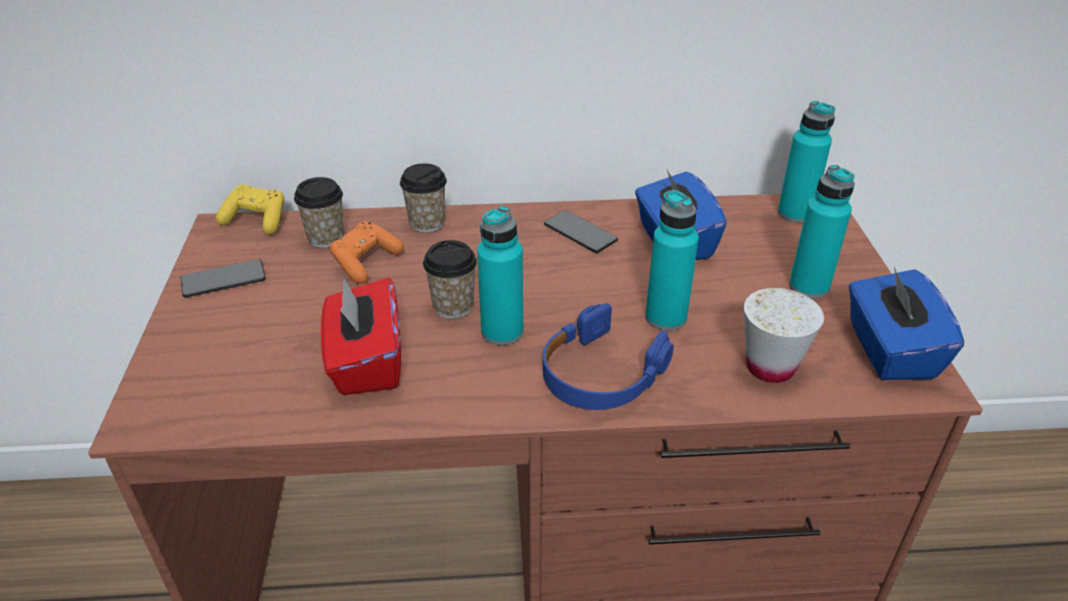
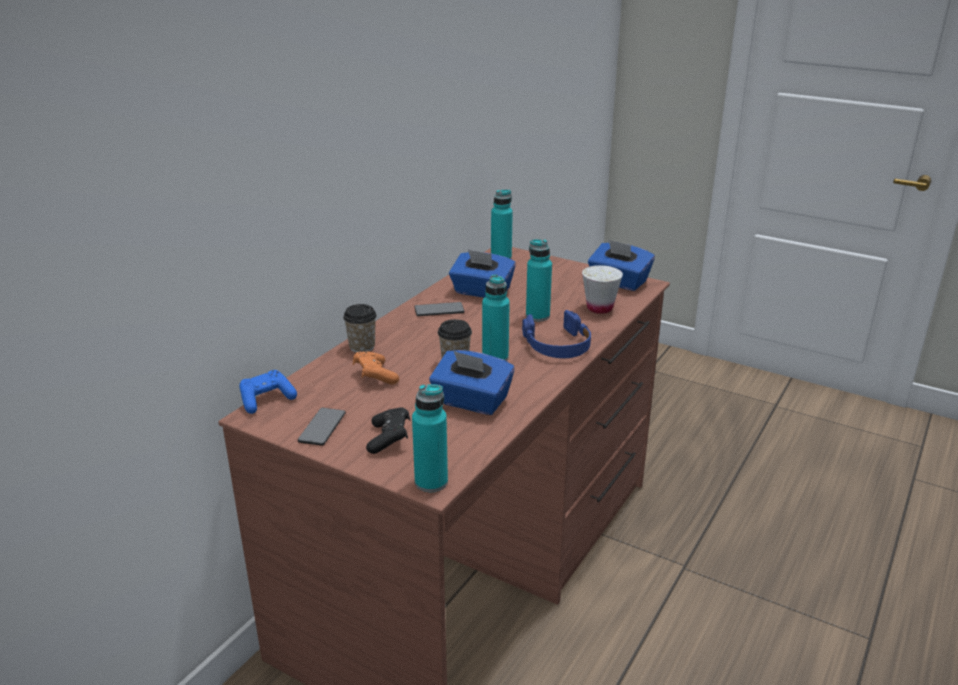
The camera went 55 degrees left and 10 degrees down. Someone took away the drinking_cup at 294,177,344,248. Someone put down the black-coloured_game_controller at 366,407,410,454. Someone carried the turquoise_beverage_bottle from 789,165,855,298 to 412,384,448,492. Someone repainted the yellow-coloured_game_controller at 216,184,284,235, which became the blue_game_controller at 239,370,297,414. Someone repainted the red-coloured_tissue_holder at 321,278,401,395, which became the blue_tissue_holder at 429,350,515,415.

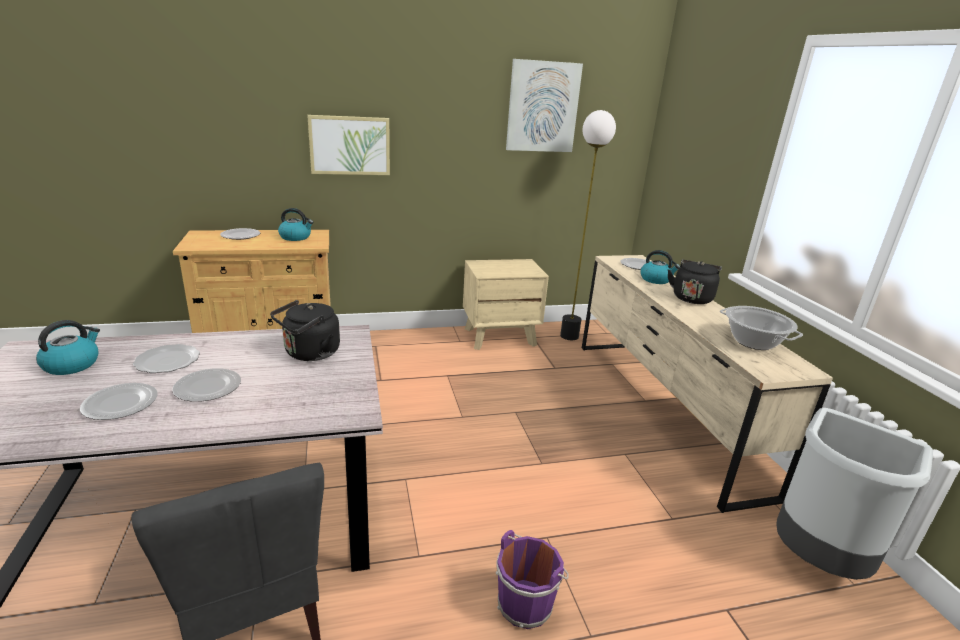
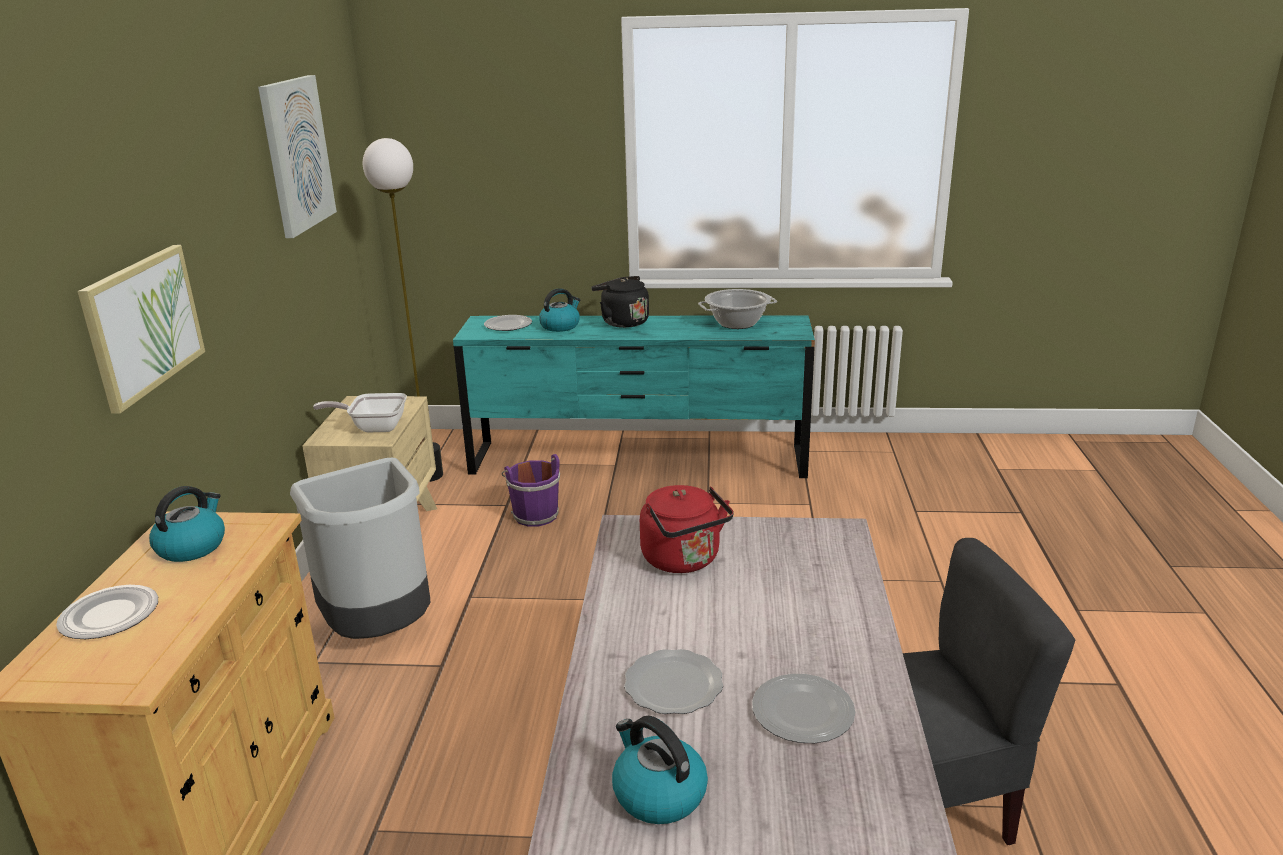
The camera went 70 degrees left and 0 degrees up. Someone took away the plate at 172,368,241,402. Someone put down the pan at 313,393,407,432. Someone carried the purple_water_bucket from 496,530,569,629 to 501,454,560,527. Someone carried the greyish_rubbish_bin from 776,408,933,580 to 290,458,430,639. Someone repainted the black-coloured_tea_kettle at 270,300,340,361, which became the red-coloured_tea_kettle at 640,485,734,573. Someone repainted the sand-coloured_dresser at 582,255,833,513, which became the turquoise_dresser at 453,315,815,478.

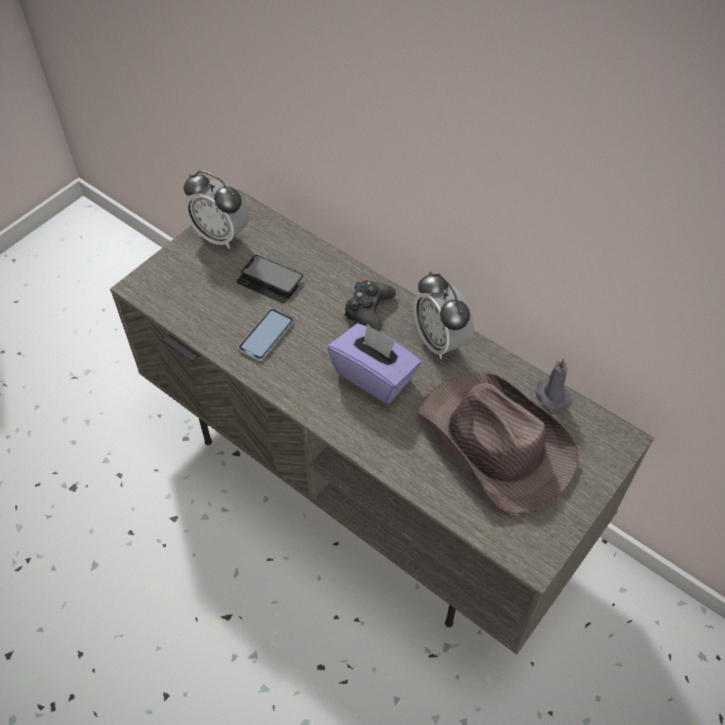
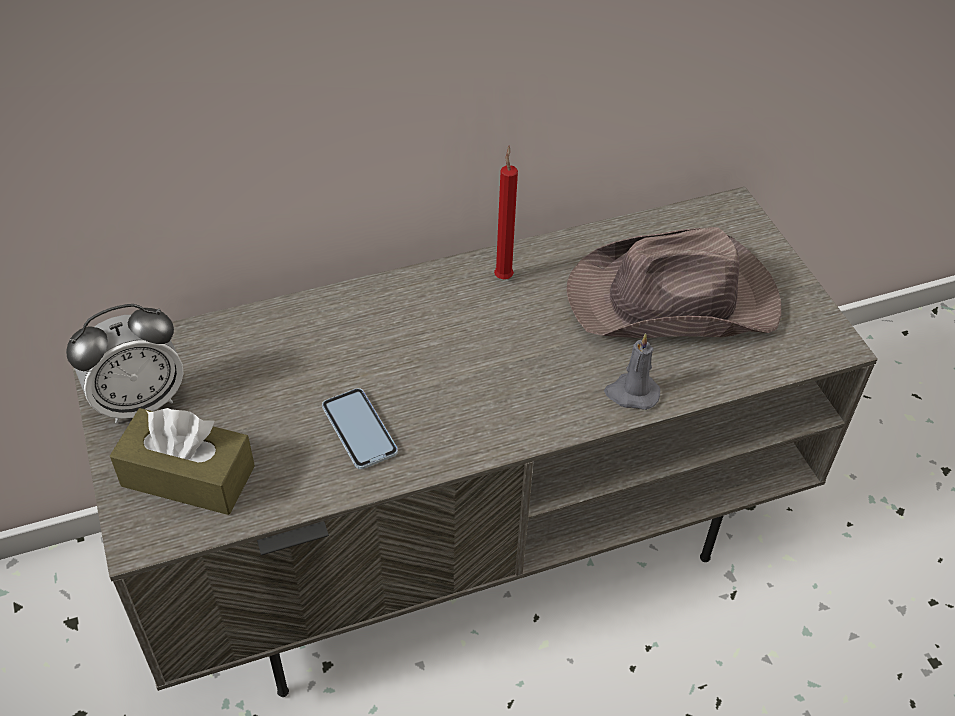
The camera went 60 degrees left and 5 degrees down. Someone took away the handset at 237,255,303,303. Someone took away the purple_tissue_holder at 328,323,421,404. Someone took away the black-coloured_game_controller at 344,280,396,331. Someone put down the brownish_tissue_holder at 110,408,255,515. Someone carried the greyish_candle from 535,358,571,410 to 604,333,660,410. Someone swapped the table_clock at 413,272,474,359 for the red-coloured_candle at 494,146,518,279.

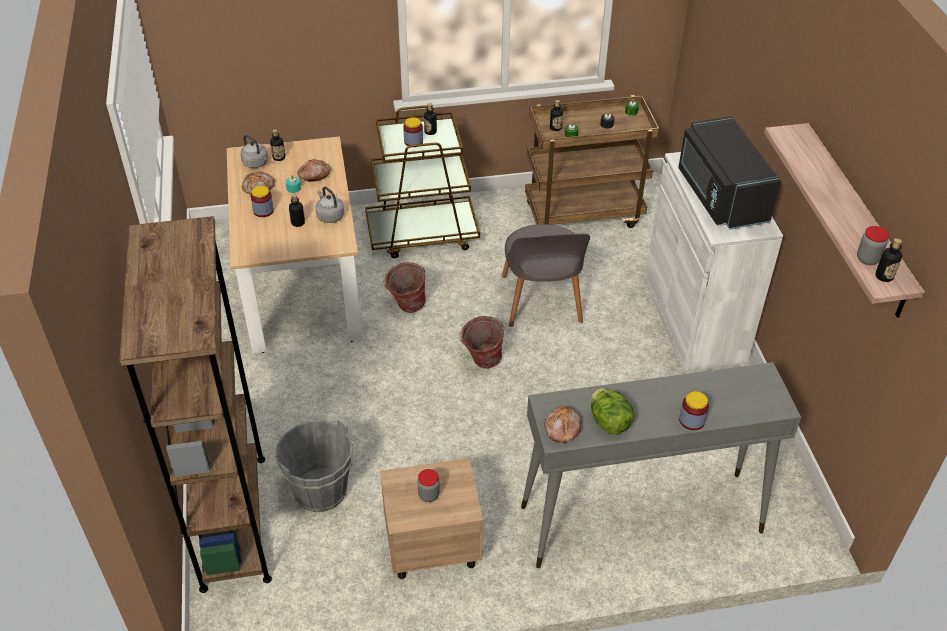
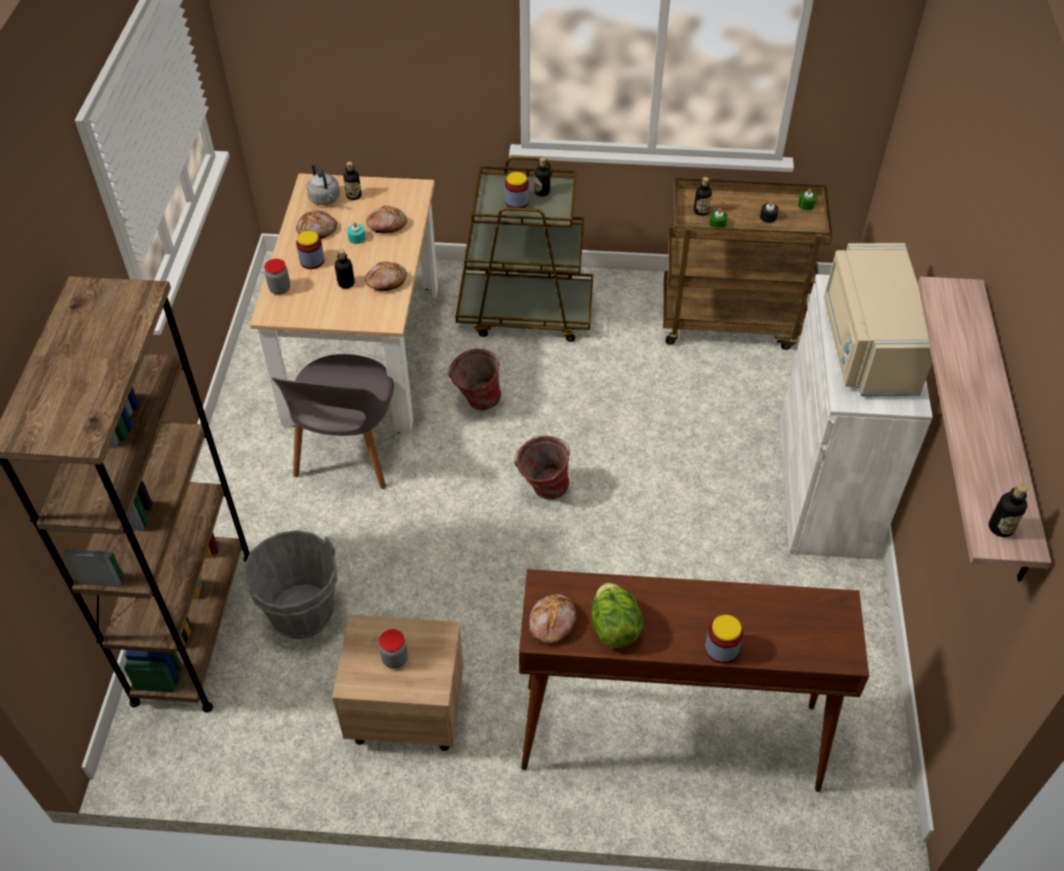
The camera went 15 degrees right and 5 degrees up. Someone carried the greyish_chair from 502,224,590,327 to 272,354,394,489. Someone carried the jar from 857,226,889,265 to 264,259,290,295. Someone swapped the greyish_tea_kettle at 315,187,344,223 for the baked_bread at 365,261,407,291. Someone repainted the greyish_console_table at 521,362,801,568, which became the brownish_console_table at 519,569,869,792. Someone repainted the black-coloured_kitchen_microwave at 678,116,781,230, which became the sand-coloured_kitchen_microwave at 824,243,933,396.

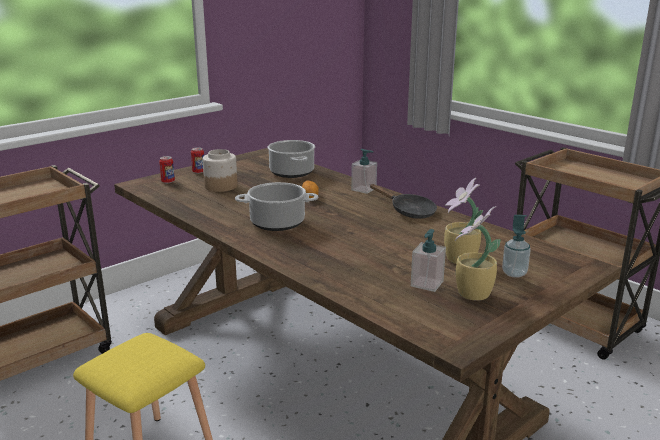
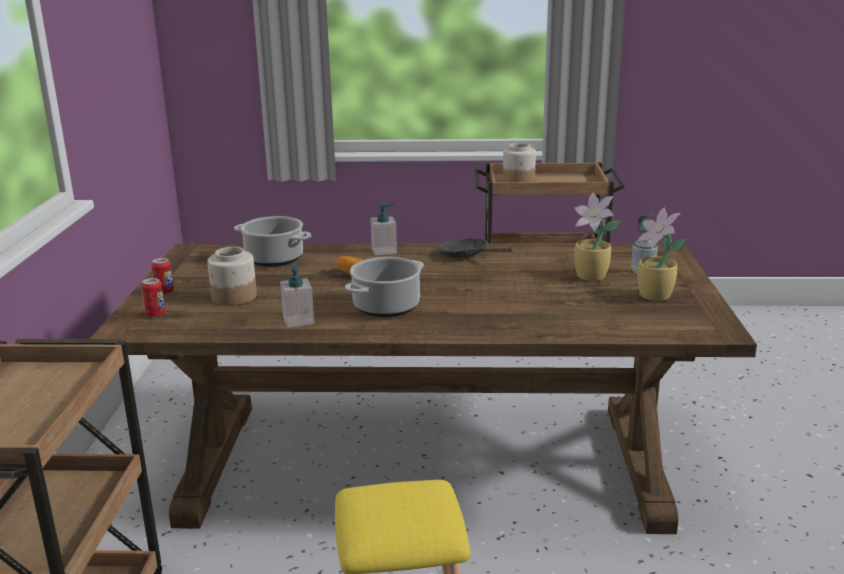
The camera went 45 degrees left and 0 degrees up. Someone put down the jar at 503,143,536,182. Someone carried the soap_dispenser from 411,229,446,292 to 280,263,314,328. Someone rotated the black-coloured_pan at 370,184,437,219 by 135 degrees counterclockwise.

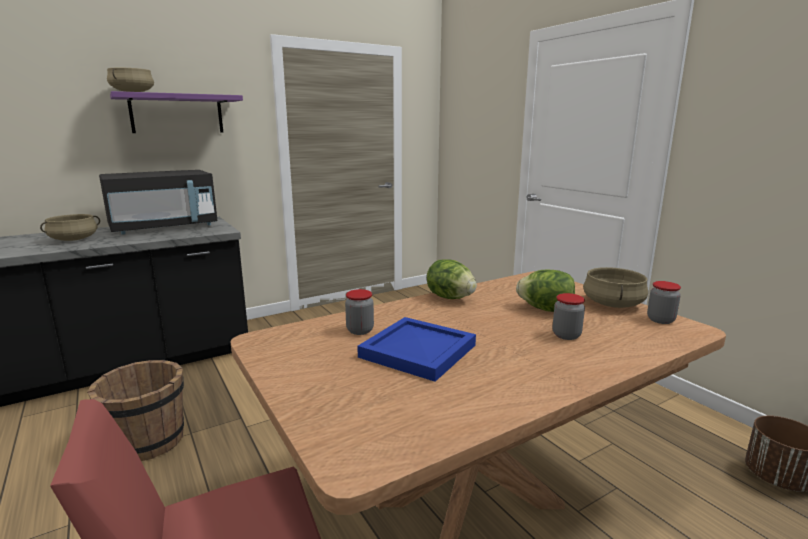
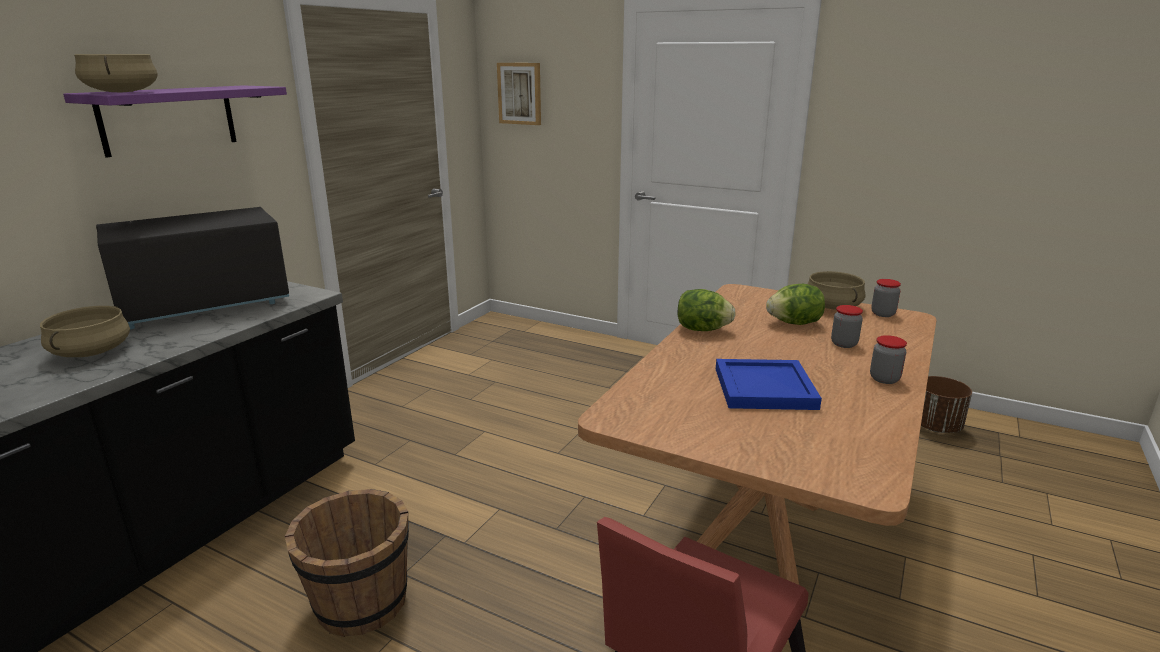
The camera went 30 degrees left and 5 degrees up. Someone put up the wall_picture at 497,63,541,125. Someone carried the jar from 345,289,374,335 to 870,335,907,384. Someone rotated the black-coloured_kitchen_microwave at 99,170,218,235 by 150 degrees counterclockwise.

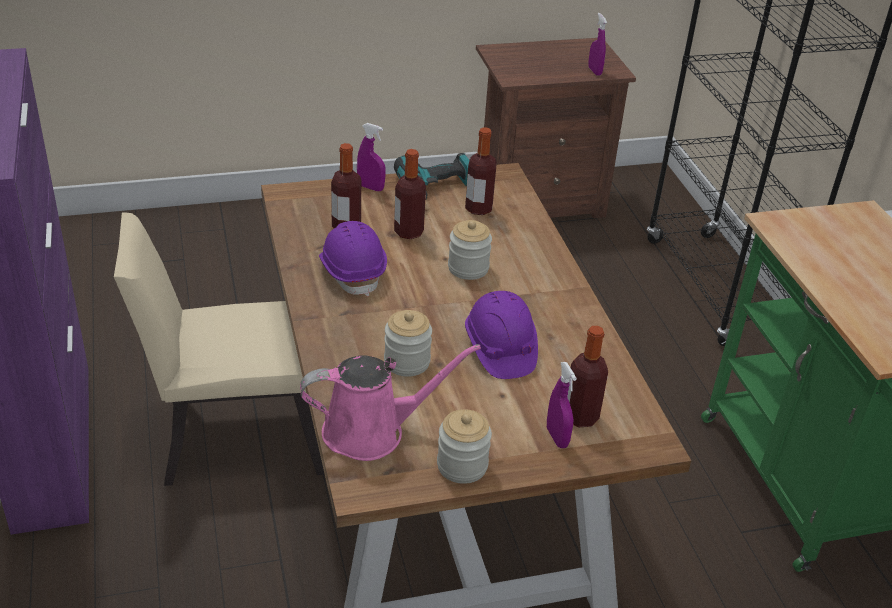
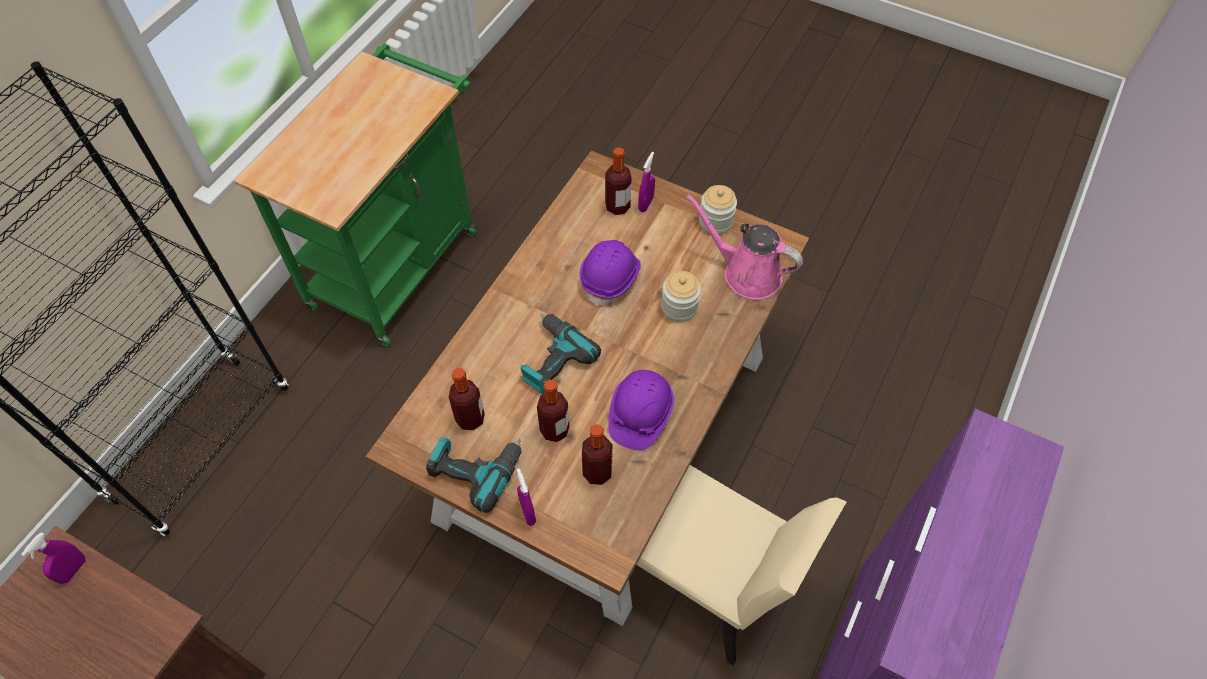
The camera went 135 degrees left and 20 degrees up. Someone swapped the jar at 448,220,492,280 for the electric_drill at 521,314,601,394.

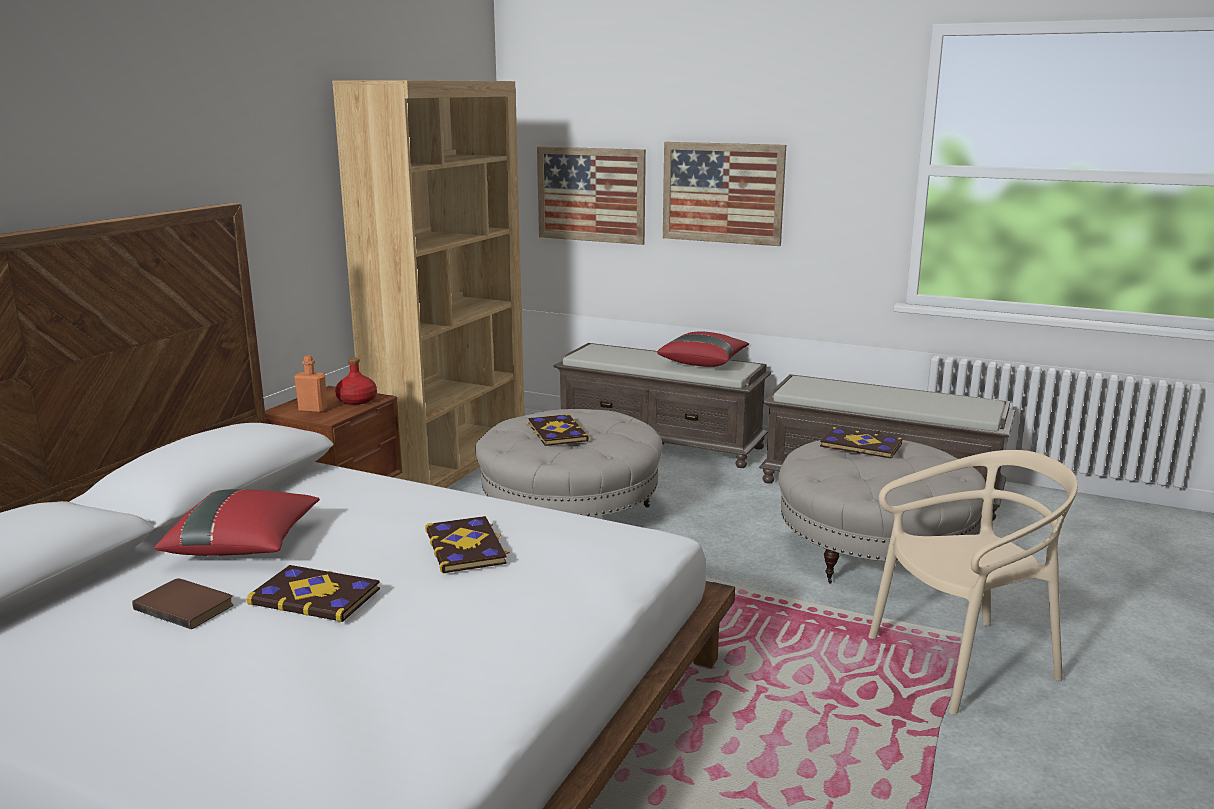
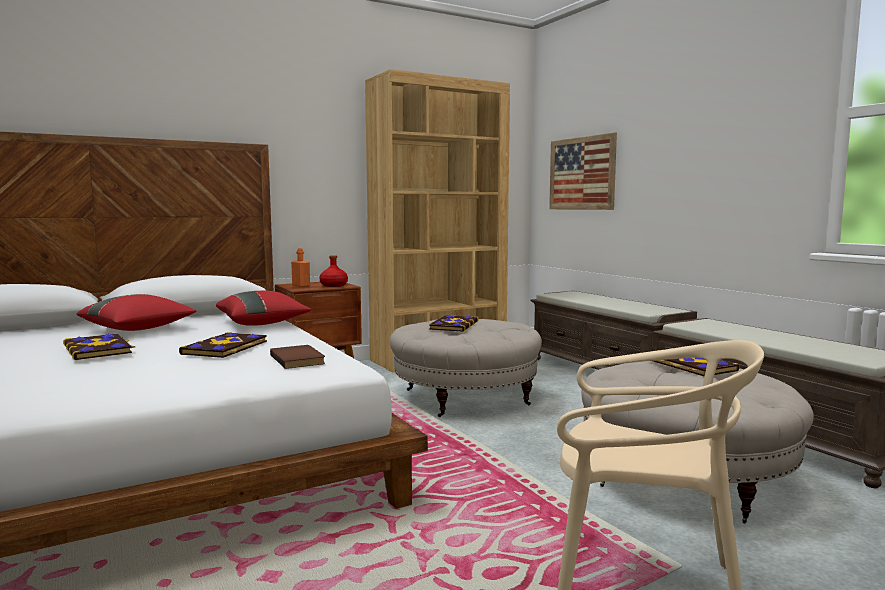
The camera went 35 degrees right and 10 degrees down. Someone took away the wall_picture at 663,142,786,246. Someone carried the brownish_book from 132,578,234,629 to 270,345,325,369. Someone carried the red-coloured_throw_pillow from 657,332,749,367 to 216,291,311,326.

